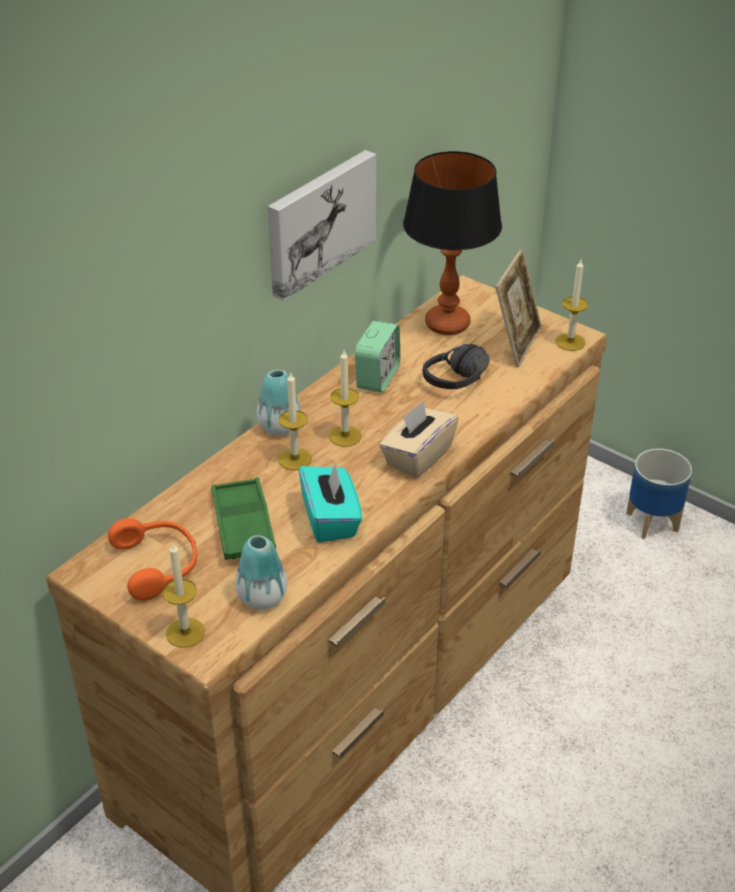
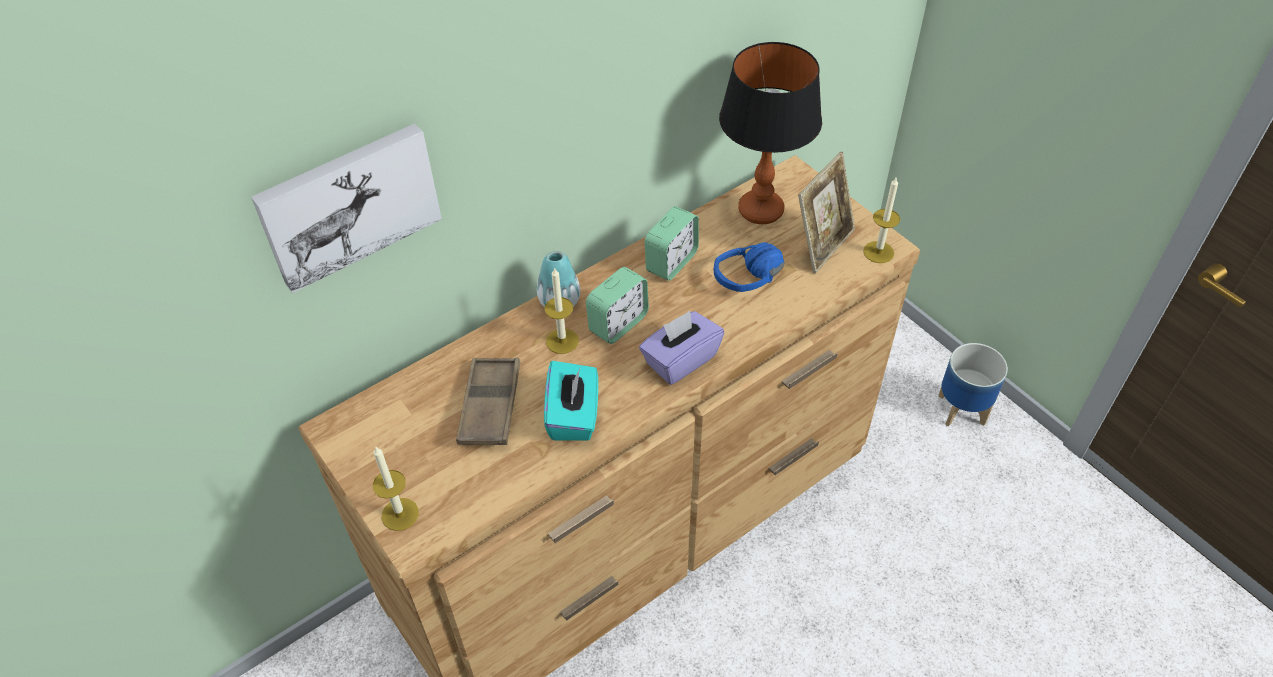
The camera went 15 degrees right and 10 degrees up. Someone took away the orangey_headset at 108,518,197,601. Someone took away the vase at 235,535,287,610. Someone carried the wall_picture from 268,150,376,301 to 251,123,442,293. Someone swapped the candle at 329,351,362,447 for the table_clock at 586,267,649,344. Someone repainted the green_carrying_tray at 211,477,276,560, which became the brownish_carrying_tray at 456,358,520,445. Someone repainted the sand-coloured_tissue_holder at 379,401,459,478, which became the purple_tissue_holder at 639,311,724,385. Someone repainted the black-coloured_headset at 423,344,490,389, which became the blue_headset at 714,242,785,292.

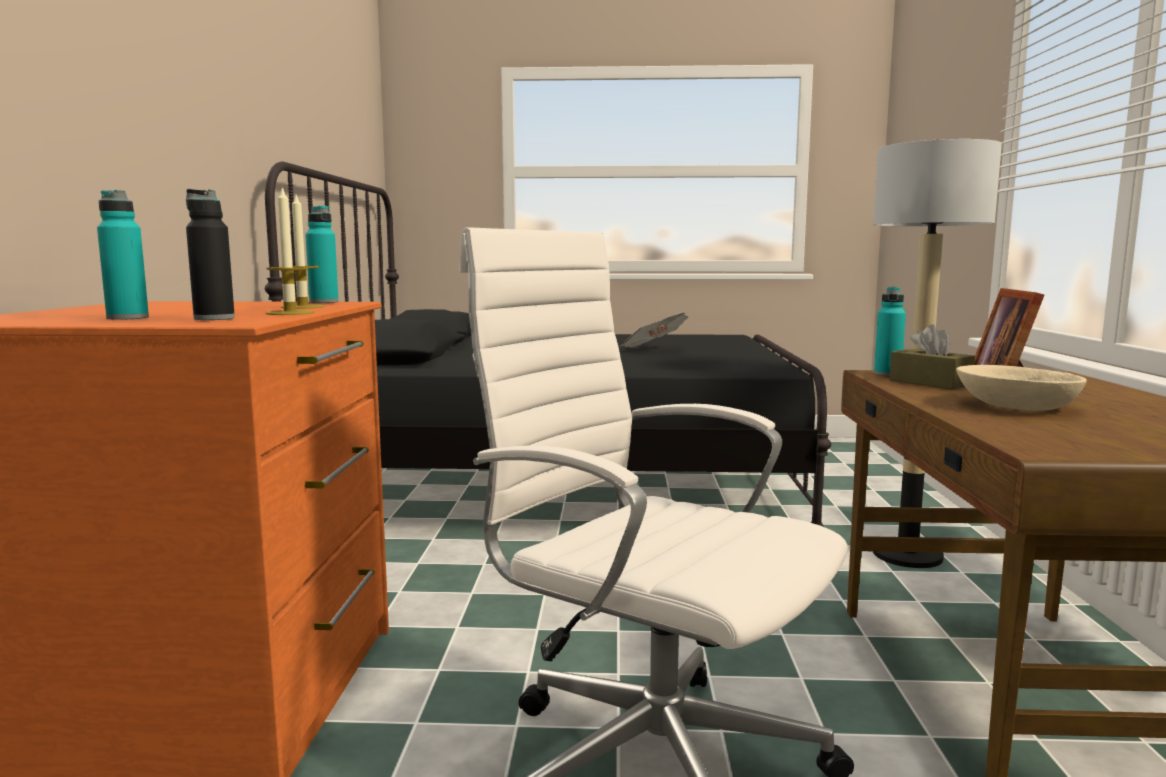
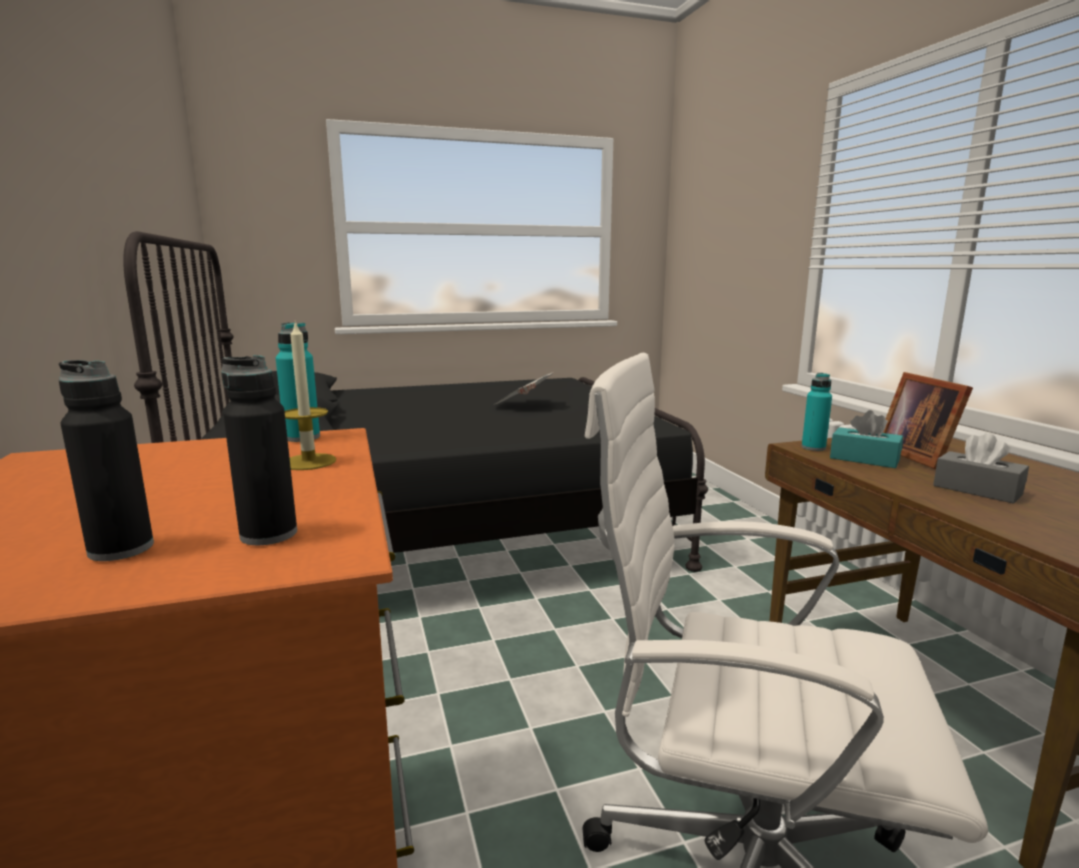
The camera went 20 degrees left and 5 degrees up. Someone took away the candle at 266,187,314,315. Someone took away the standing_lamp at 873,139,1002,568. Someone swapped the sand-coloured_deep_dish at 956,365,1087,411 for the greyish_tissue_holder at 933,433,1029,504. Someone repainted the turquoise_beverage_bottle at 97,190,149,320, which became the black-coloured_beverage_bottle at 59,360,154,561. Someone repainted the brownish_tissue_holder at 889,324,975,390, which became the turquoise_tissue_holder at 830,410,903,468.

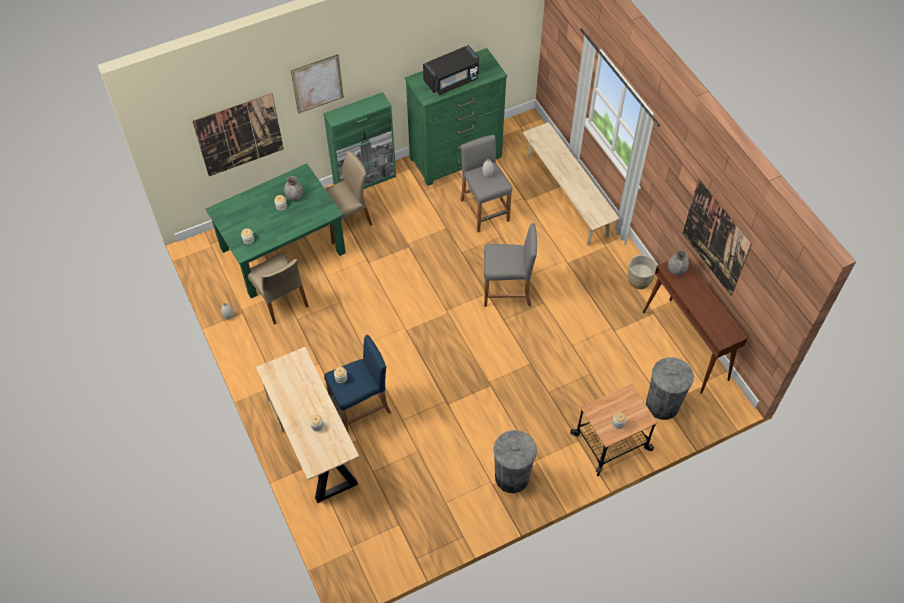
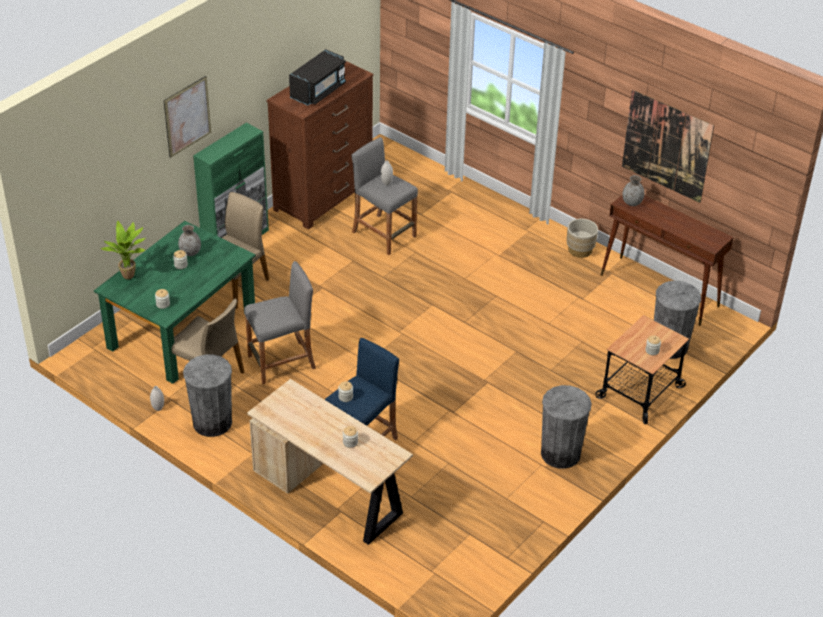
The camera went 25 degrees left and 15 degrees down. Someone took away the wall_picture at 193,93,284,176. Someone took away the sand-coloured_indoor_bench at 522,122,620,246. Someone put down the plant_in_a_pot at 100,221,146,279. Someone put down the greyish_rubbish_bin at 183,354,232,437. Someone carried the greyish_sitting_stool from 484,223,537,307 to 244,261,316,384. Someone repainted the green_dresser at 405,48,508,186, which became the brownish_dresser at 266,61,374,230.

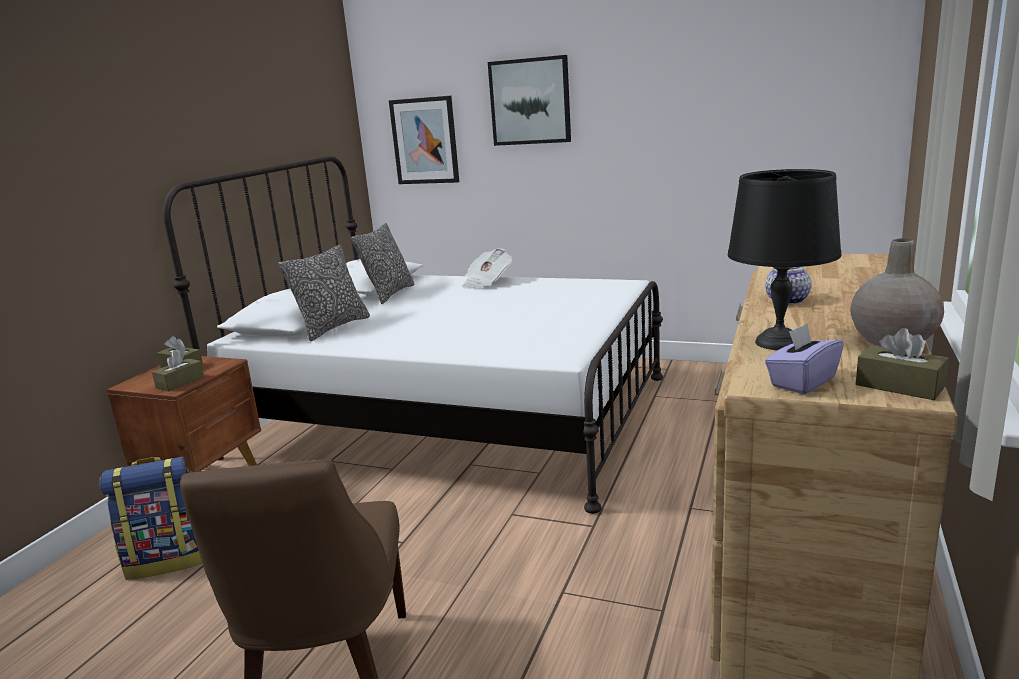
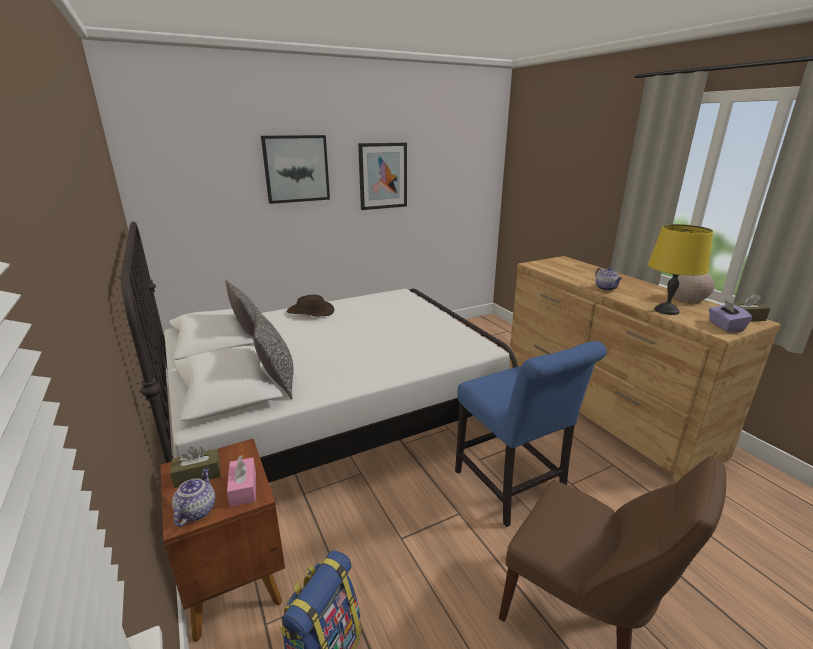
The camera went 50 degrees left and 5 degrees up. Someone put down the teapot at 172,468,215,527. Someone put down the blue_chair at 455,341,607,527. Someone carried the wall_picture from 389,96,459,184 to 358,142,407,210. Someone swapped the printed_paper at 462,248,512,289 for the brownish_wearable_hat at 287,295,334,316. Someone repainted the brownish_tissue_holder at 152,350,204,392, which became the pink-coloured_tissue_holder at 227,456,256,507. Someone repainted the black-coloured_tabletop_lamp at 728,169,841,350, which became the yellow-coloured_tabletop_lamp at 648,224,713,315.

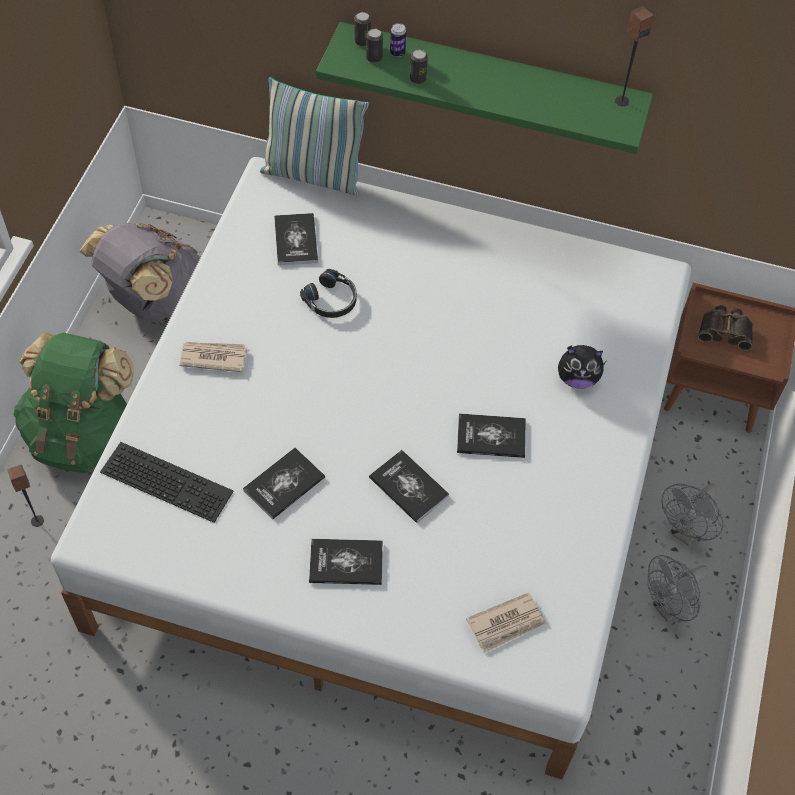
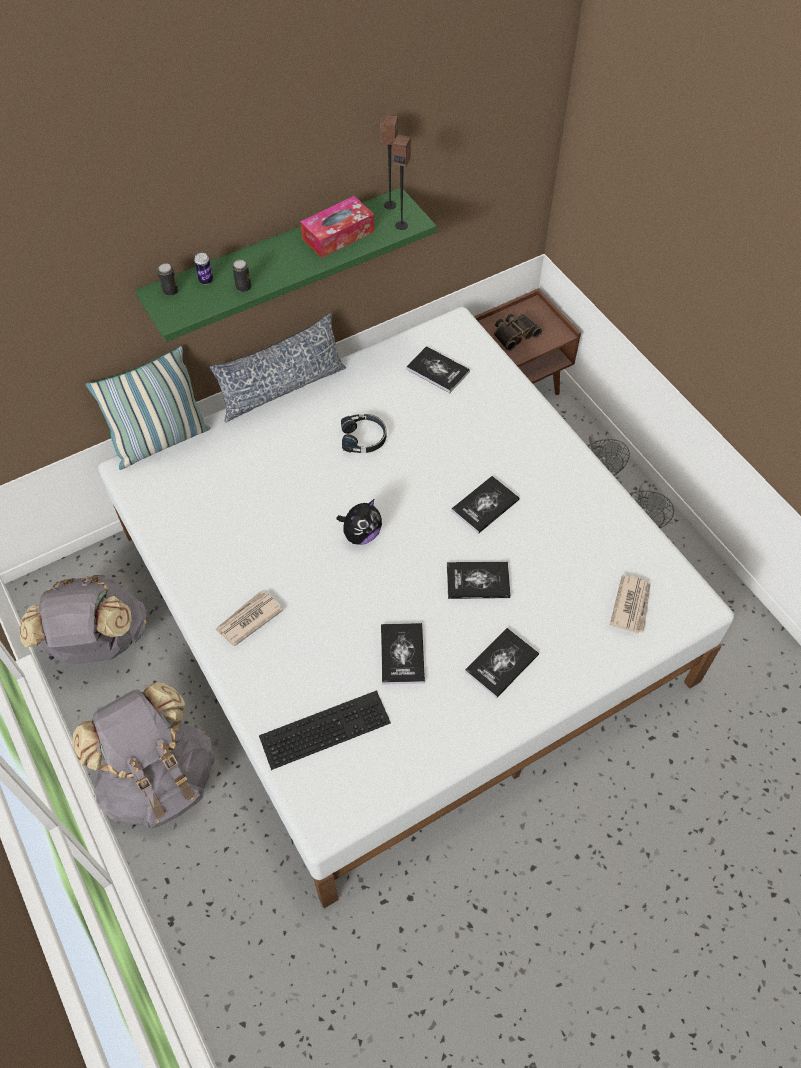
The camera went 45 degrees left and 0 degrees up. Someone took away the can at 366,29,383,63. Someone put down the throw_pillow at 210,313,346,423. Someone put down the tissue_holder at 301,196,374,258. Someone carried the audio_speaker from 7,465,44,527 to 393,135,411,230. Someone carried the book from 274,213,318,266 to 406,346,470,393. Someone carried the black-coloured_headset from 300,269,357,318 to 341,414,387,453. Someone carried the plush_toy from 558,345,606,389 to 336,499,382,545. Someone repainted the green_rucksack at 14,332,134,473, which became the greyish_rucksack at 72,682,214,829.

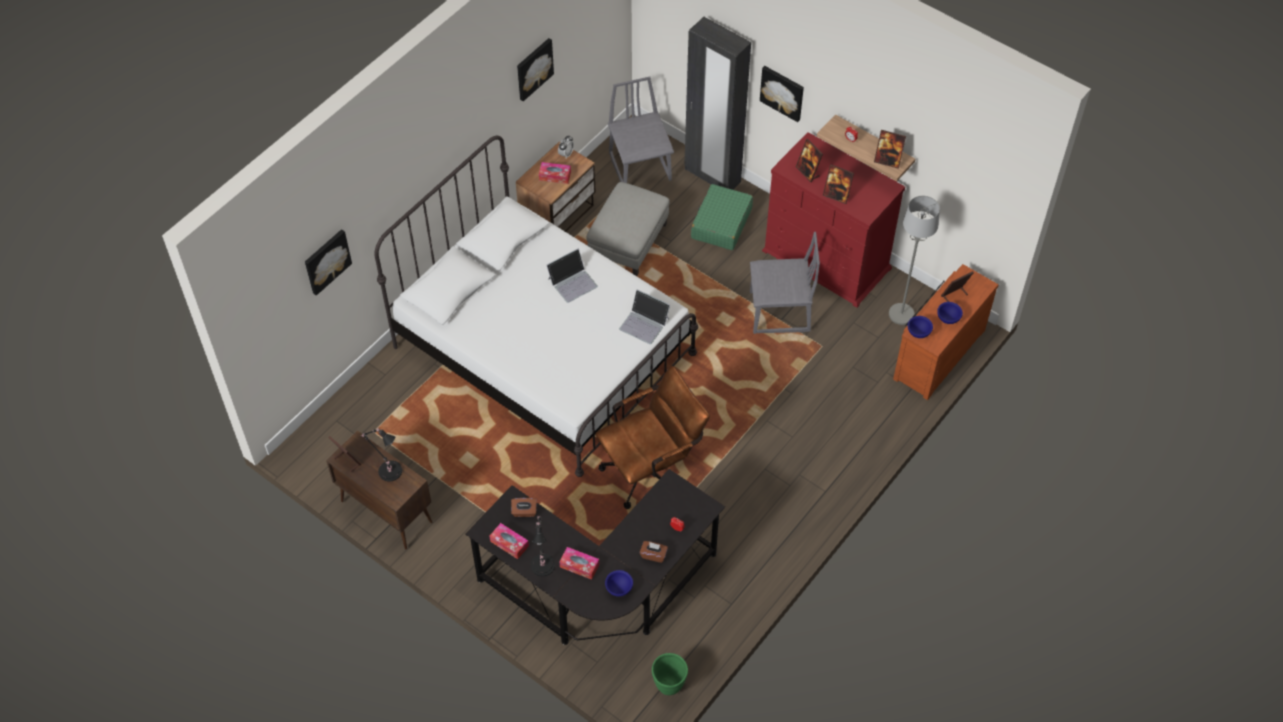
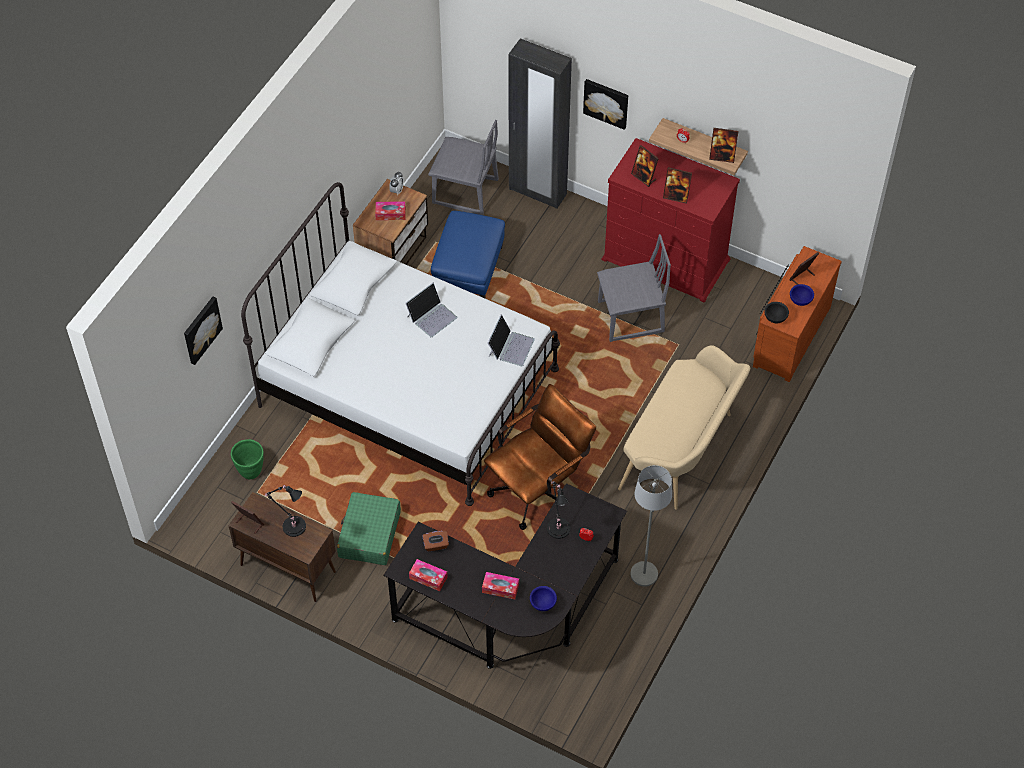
The camera went 10 degrees left and 0 degrees up. Someone took away the wall_picture at 517,38,554,101. Someone took away the brownish_tissue_holder at 640,541,668,563. Someone put down the sand-coloured_indoor_bench at 618,345,750,510. Someone carried the black-coloured_tabletop_lamp from 531,516,555,576 to 547,481,571,539. Someone carried the green_flower_pot from 652,653,688,695 to 231,439,264,479. Someone carried the green_suitcase from 691,184,753,250 to 337,492,401,565. Someone carried the greyish_standing_lamp from 889,196,940,325 to 631,465,672,587. Someone repainted the greyish_footrest at 586,182,670,276, which became the blue_footrest at 431,211,505,299. Someone repainted the blue_deep_dish at 908,316,933,338, which became the black-coloured_deep_dish at 764,302,789,323. Someone rotated the greyish_chair at 608,76,674,183 by 135 degrees clockwise. Someone rotated the portable_computer at 619,290,670,344 by 90 degrees counterclockwise.

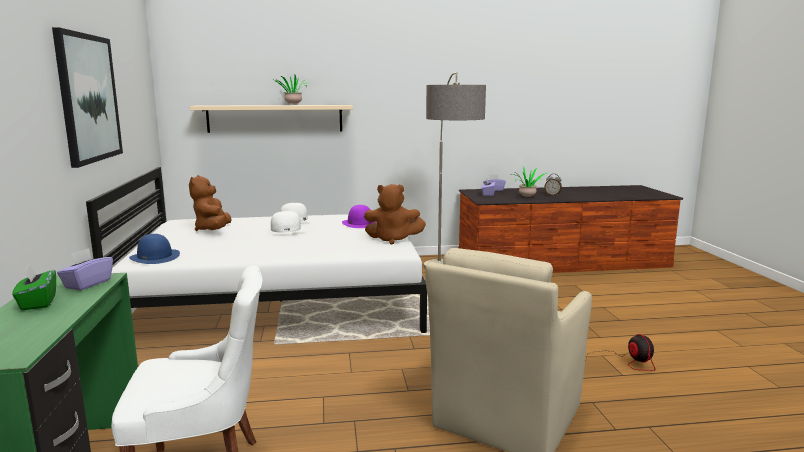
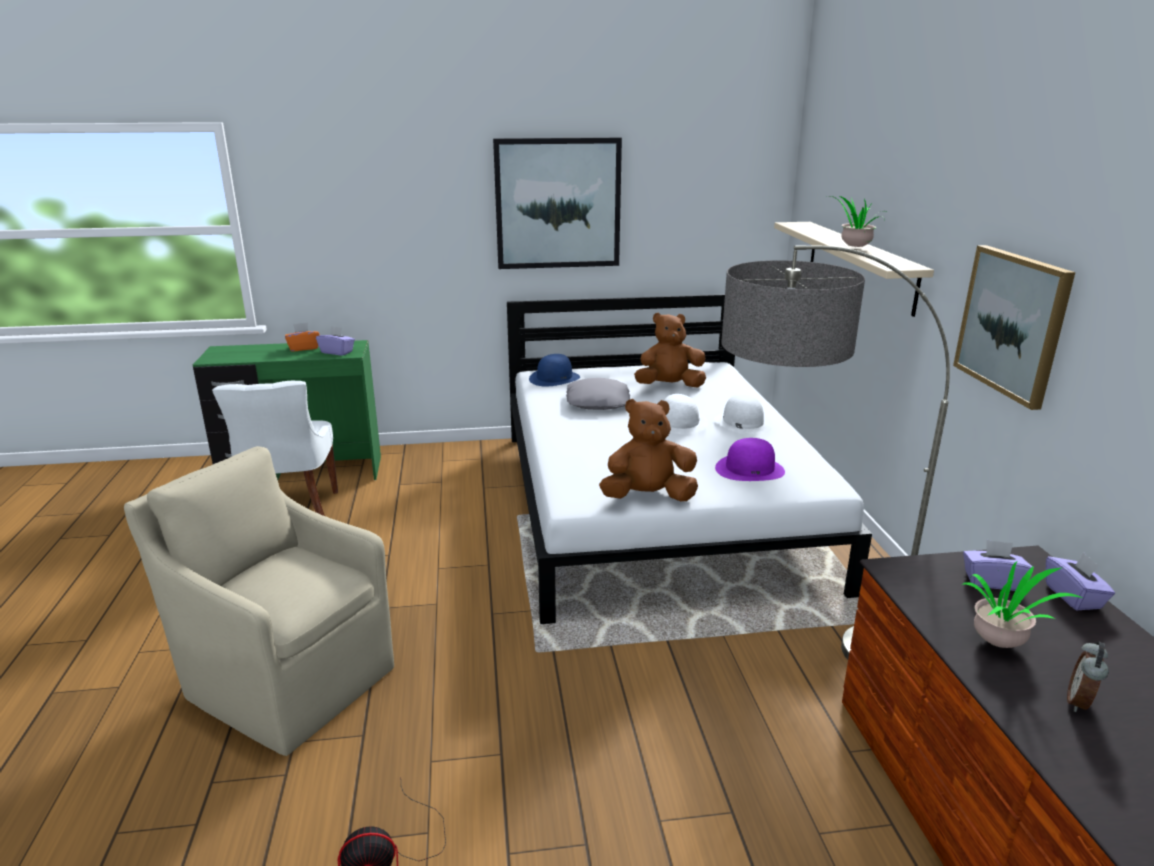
The camera went 90 degrees right and 10 degrees up. Someone put down the greyish_throw_pillow at 566,378,630,410. Someone put up the wall_picture at 953,245,1075,410. Someone repainted the green_tissue_holder at 12,264,56,310, which became the orangey_tissue_holder at 285,322,320,351. Someone rotated the brownish_plush_toy at 364,184,426,245 by 75 degrees clockwise.

